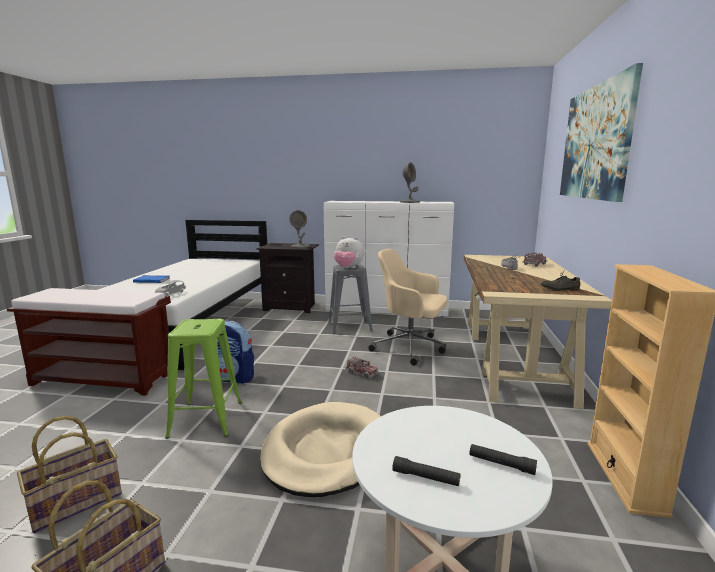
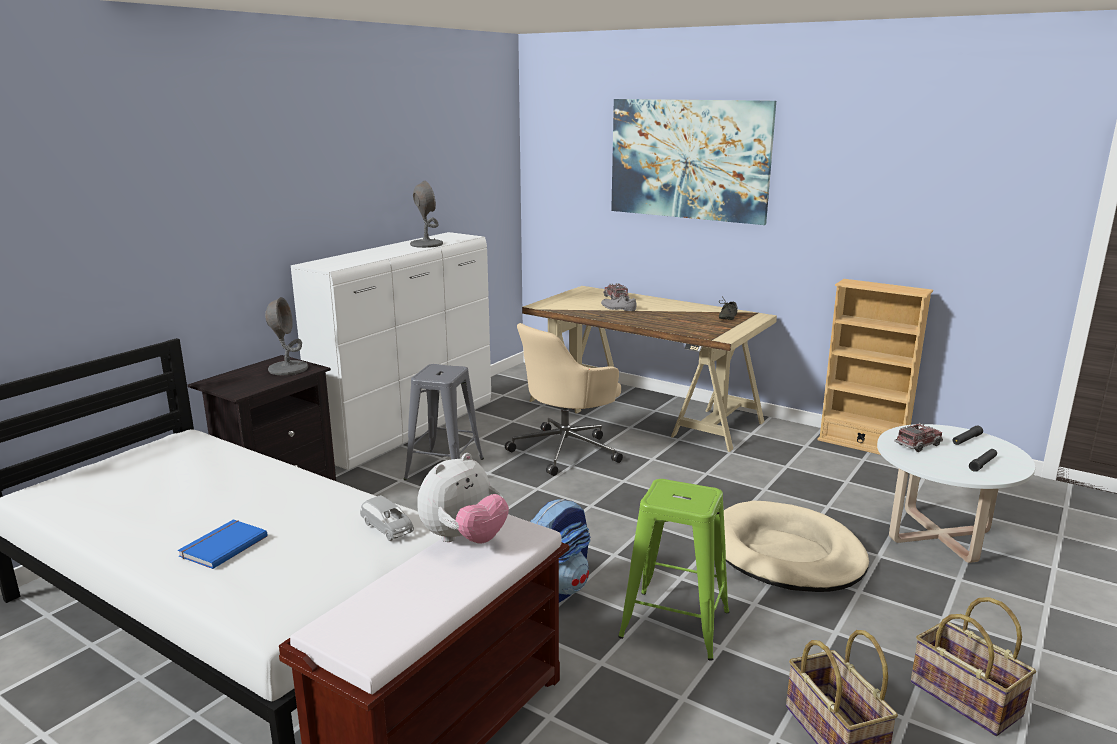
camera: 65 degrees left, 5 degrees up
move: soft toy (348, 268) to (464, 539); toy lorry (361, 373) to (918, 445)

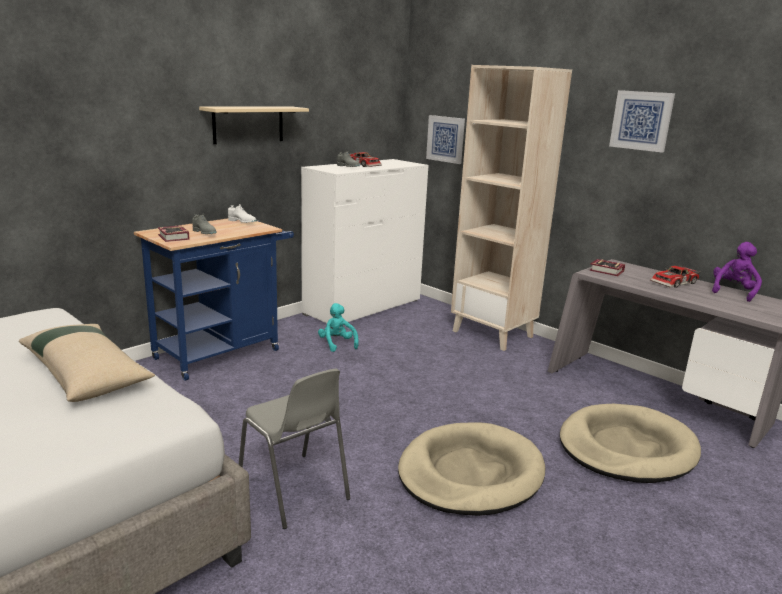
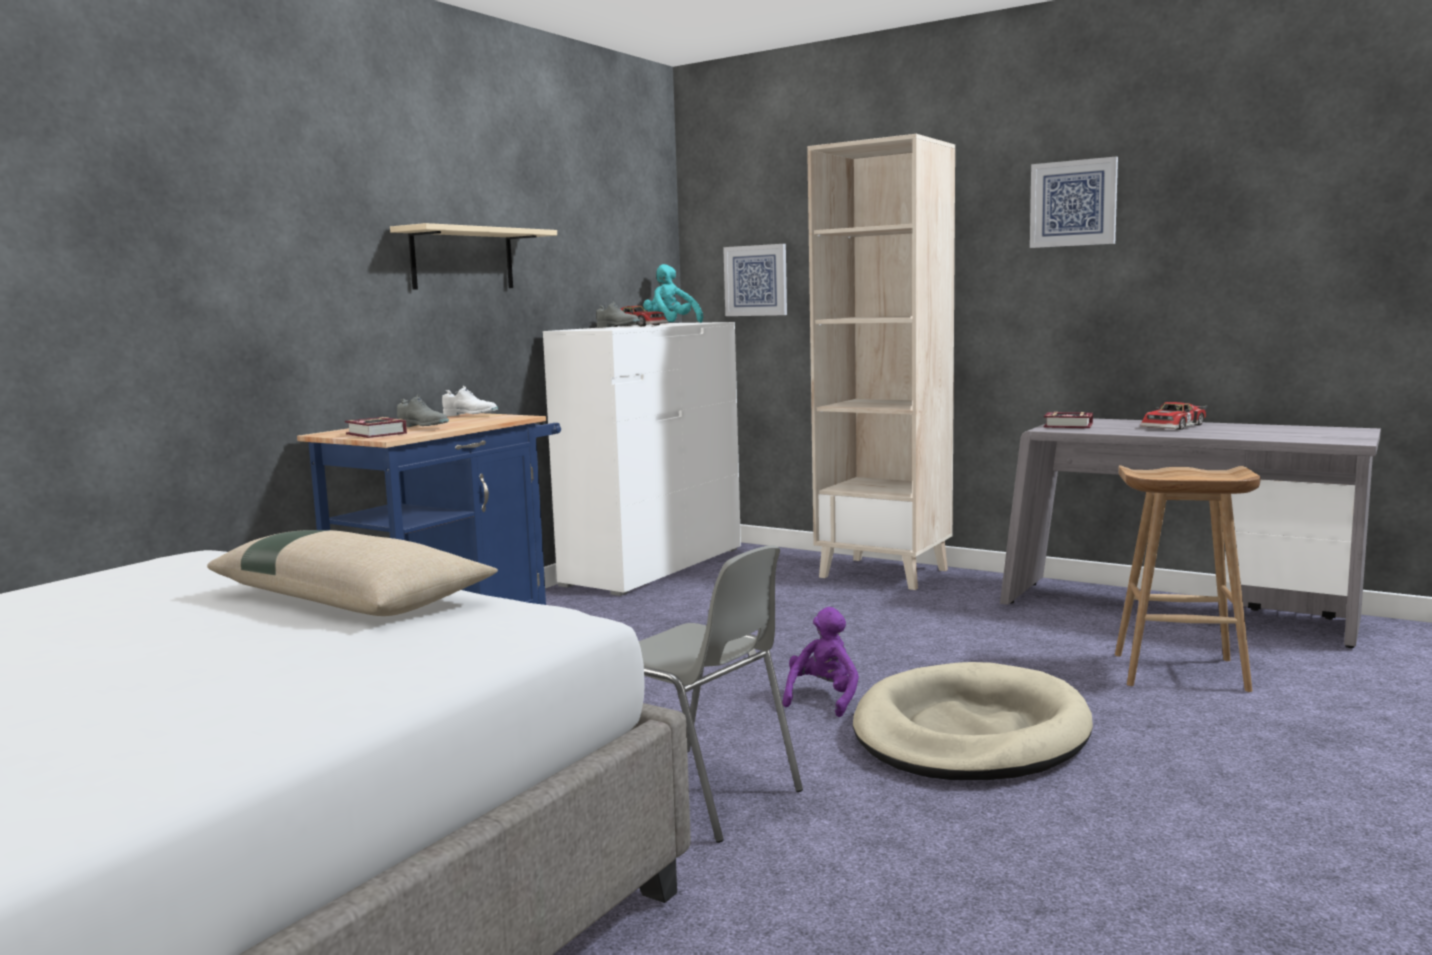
camera: 10 degrees left, 10 degrees down
move: turquoise soft toy (337, 344) to (671, 323); purple soft toy (733, 292) to (823, 699)
replace: beige dog bed (626, 448) to brownish stool (1178, 672)

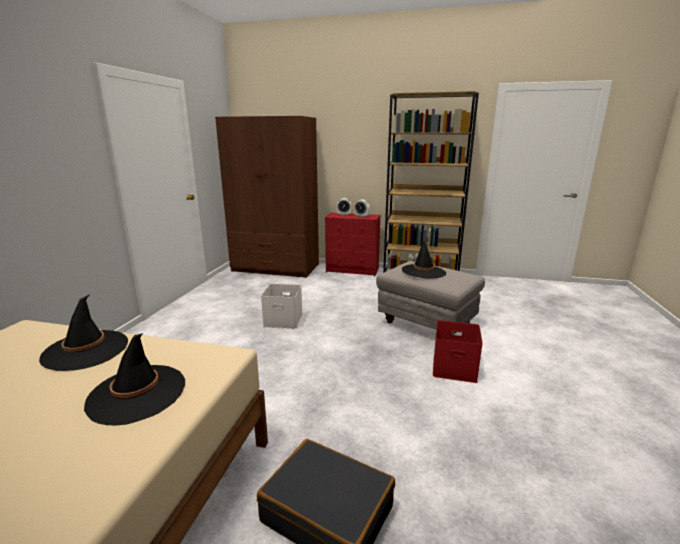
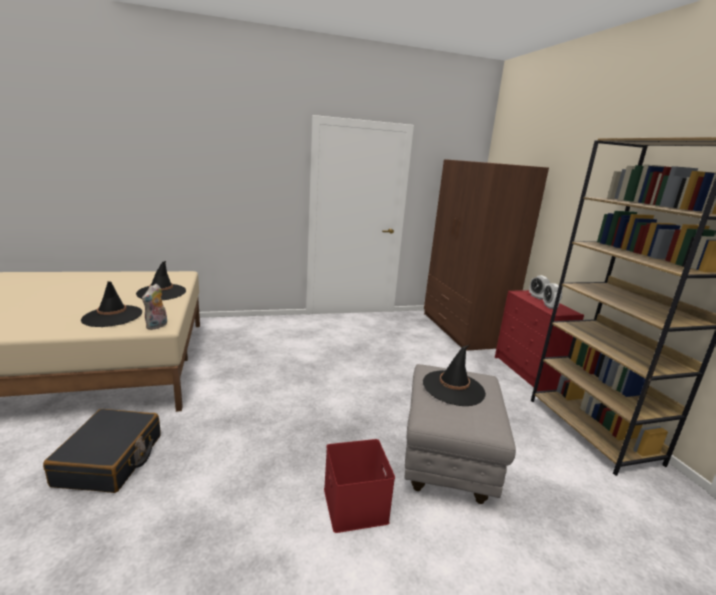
camera: 60 degrees right, 0 degrees up
delete: white storage bin (284, 320)
insert: soft toy (157, 326)

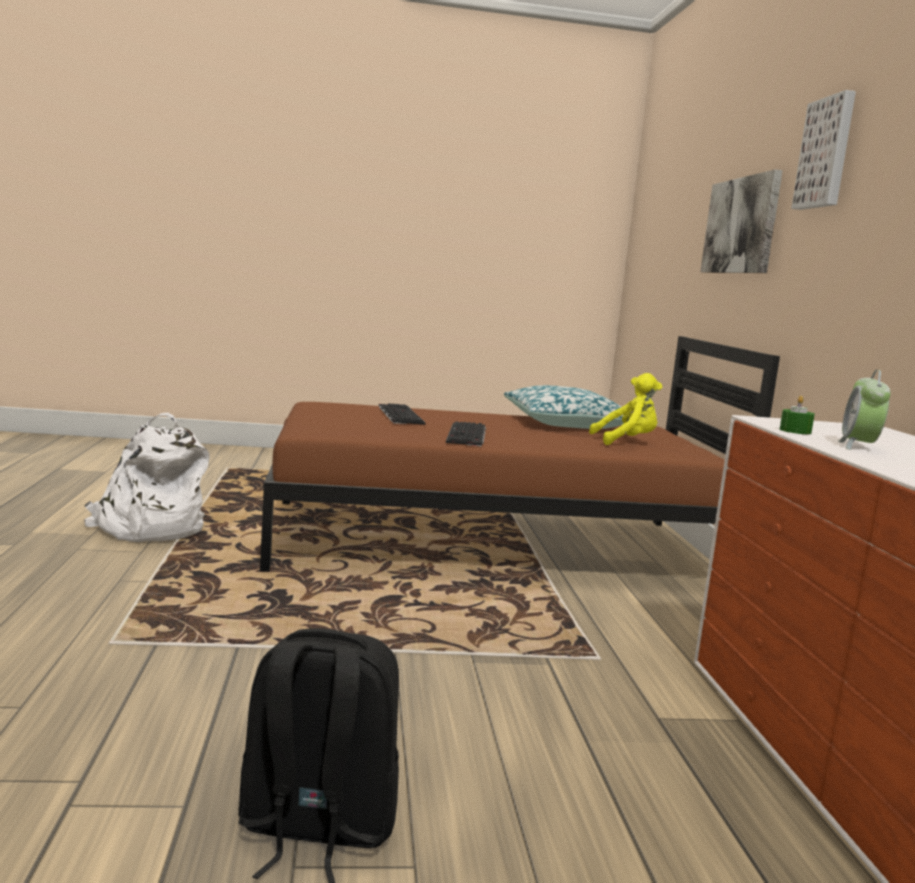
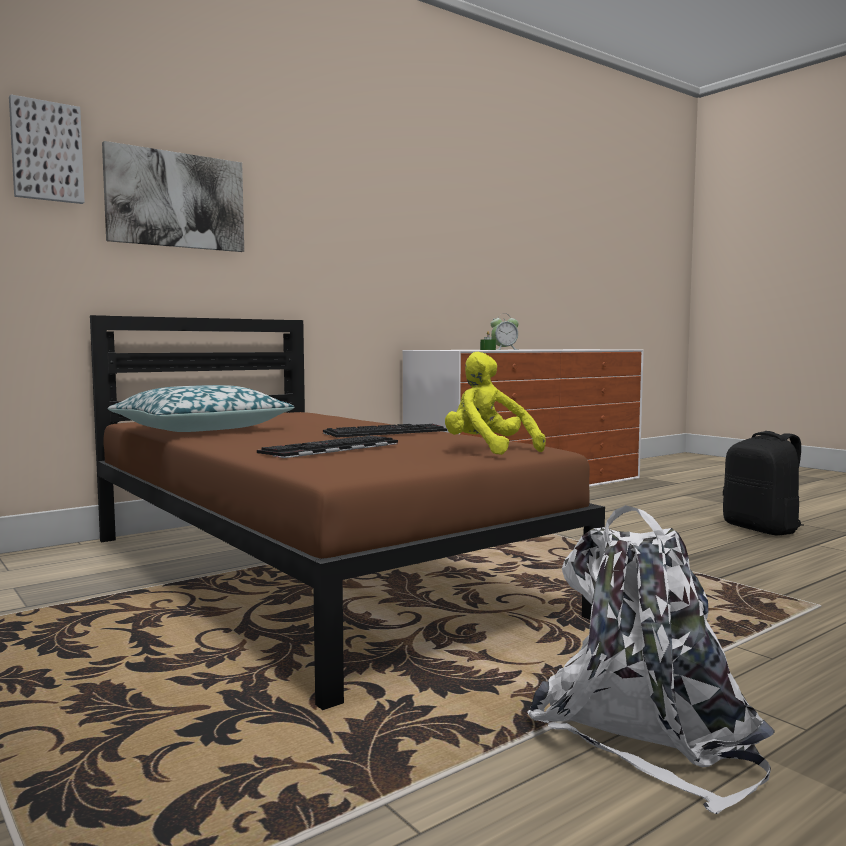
camera: 120 degrees left, 5 degrees down
move: yellow soft toy (626, 442) to (488, 450); wall picture (827, 153) to (46, 152)

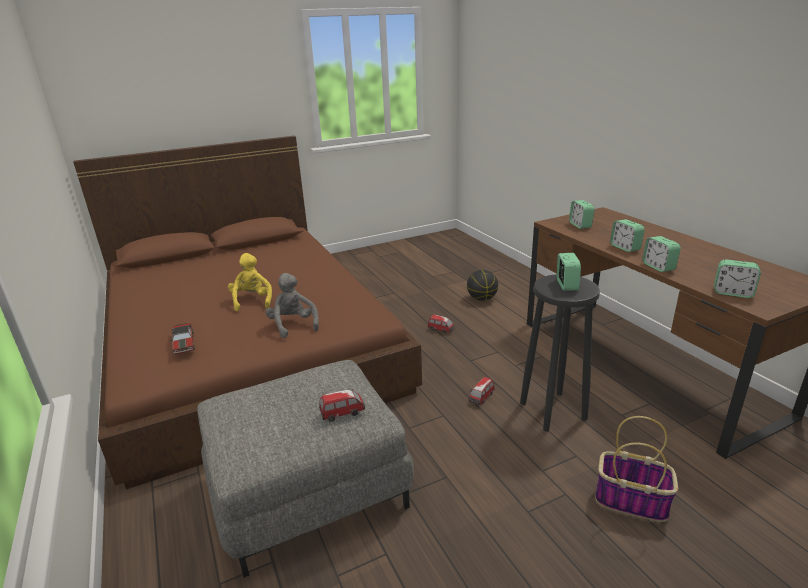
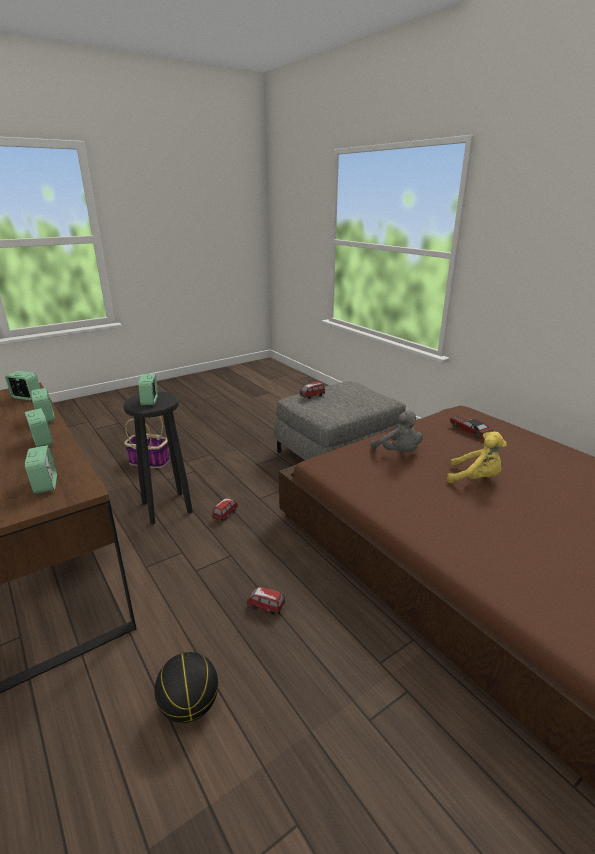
camera: 170 degrees right, 0 degrees up
rotate: yellow soft toy (252, 301) = (475, 479) 45 degrees counterclockwise

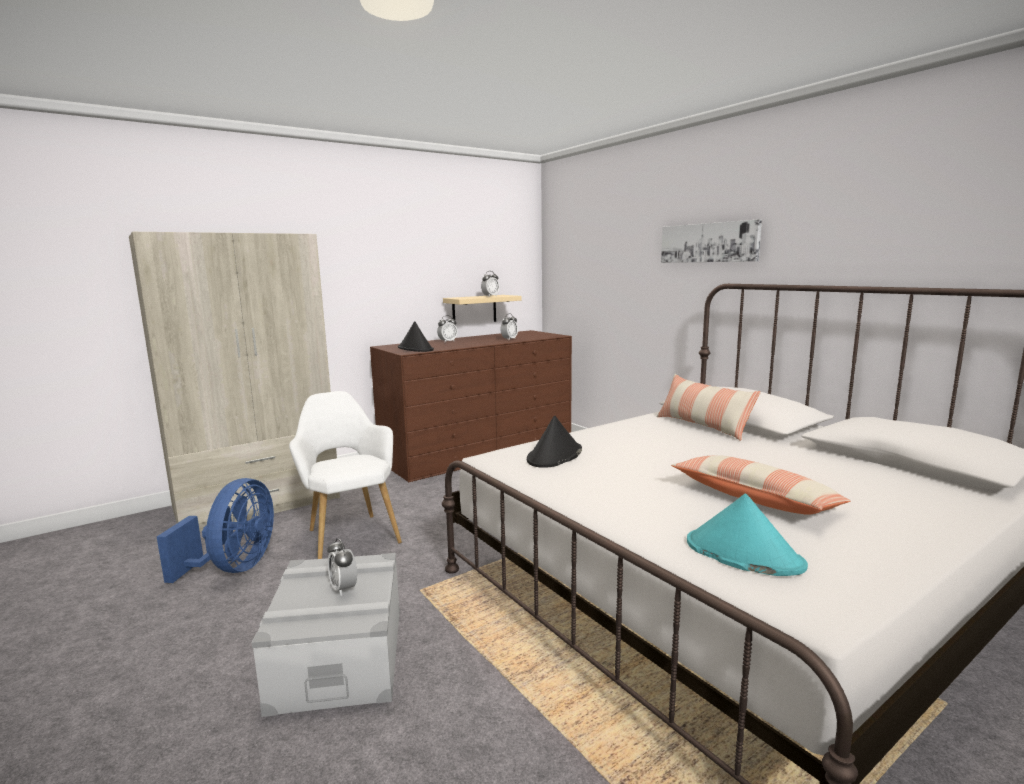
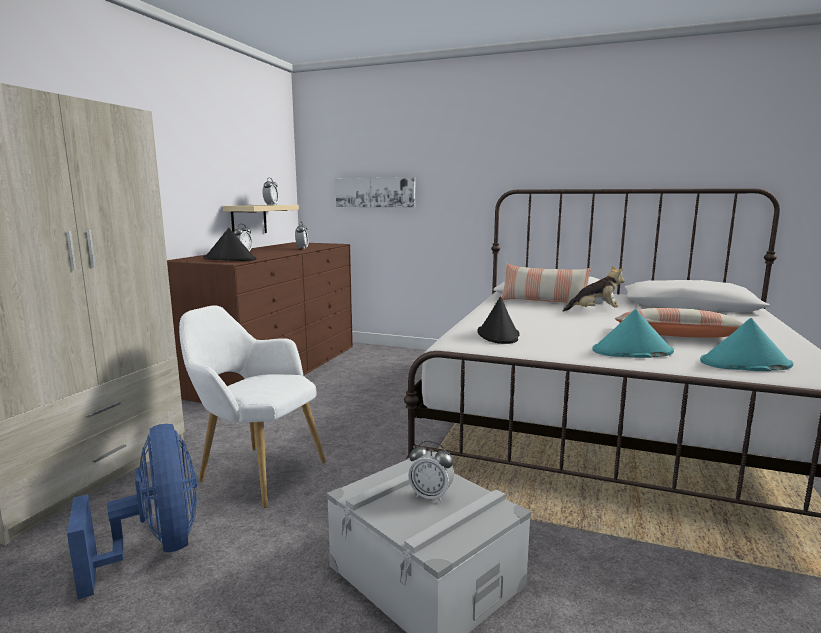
camera: 35 degrees left, 0 degrees up
insert: soft toy (594, 311); turquoise wearable hat (632, 351)
move: wall picture (708, 242) to (375, 192)

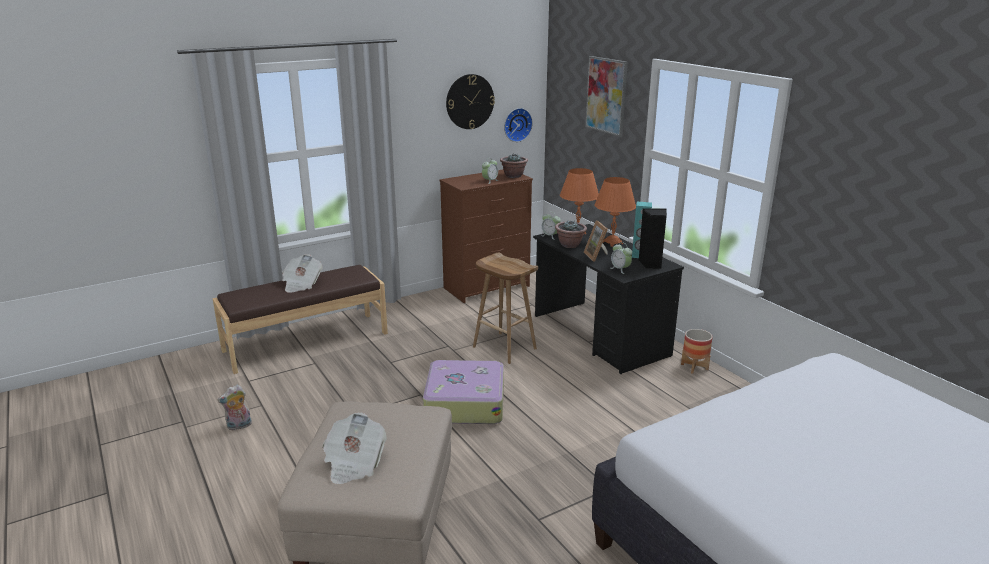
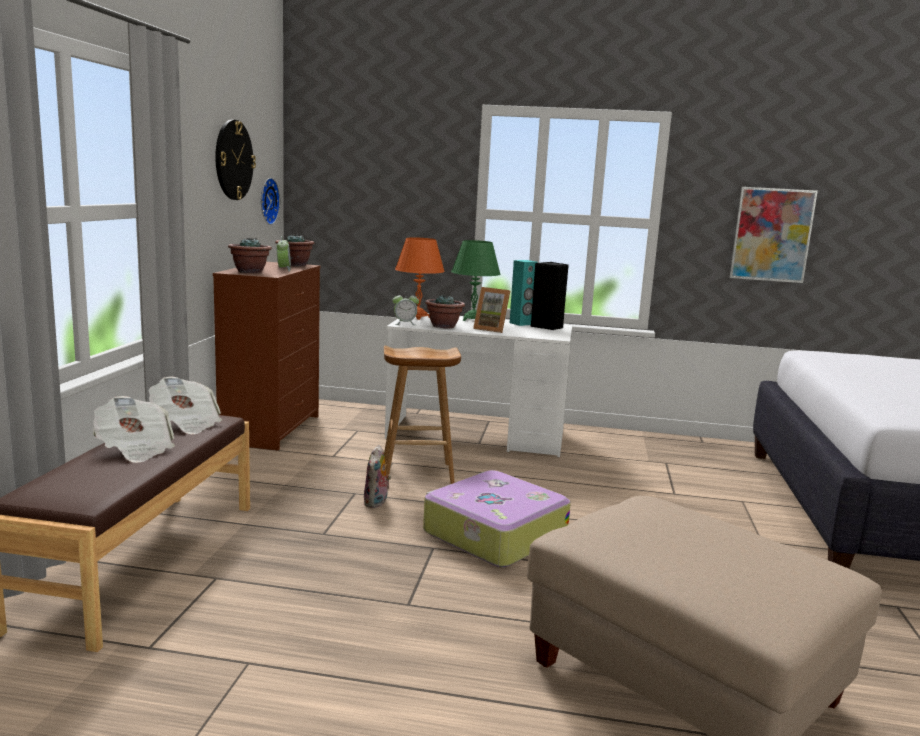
camera: 50 degrees left, 10 degrees down
delete: alarm clock (620, 269); flower pot (694, 367)
insert: houseplant (250, 272)
move: soft toy (239, 426) to (376, 503); daily paper (354, 463) to (186, 423); wall picture (606, 95) to (772, 235)
recolor: black-coloured desk table (599, 335) to white desk table (476, 436); orangey table lamp (612, 243) to green-coloured table lamp (473, 320)

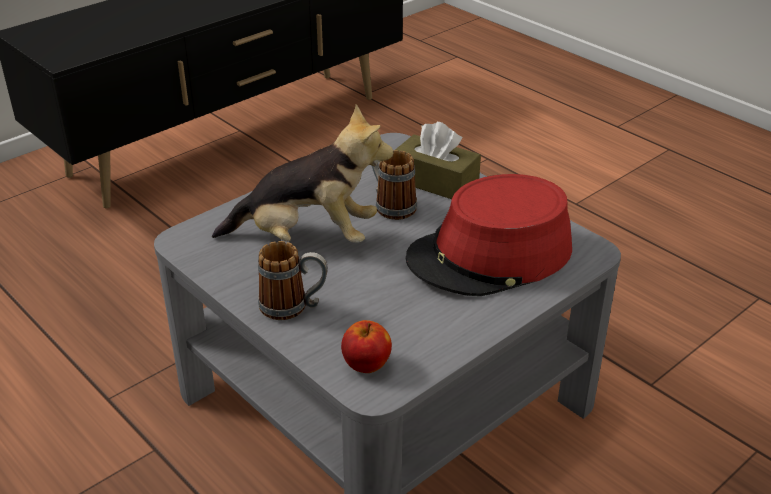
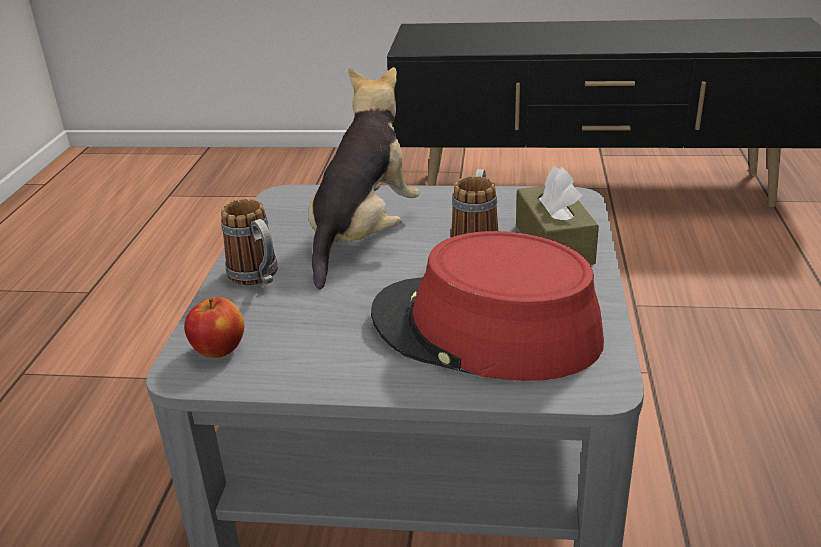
camera: 50 degrees right, 5 degrees down
rotate: soft toy (307, 238) = (363, 235) 120 degrees counterclockwise

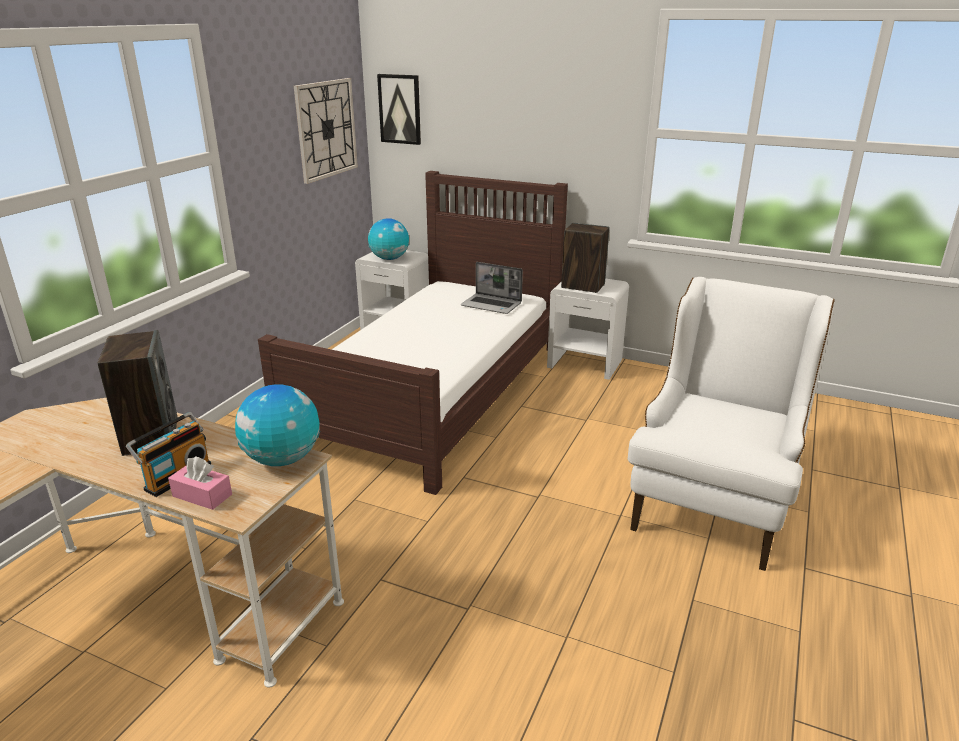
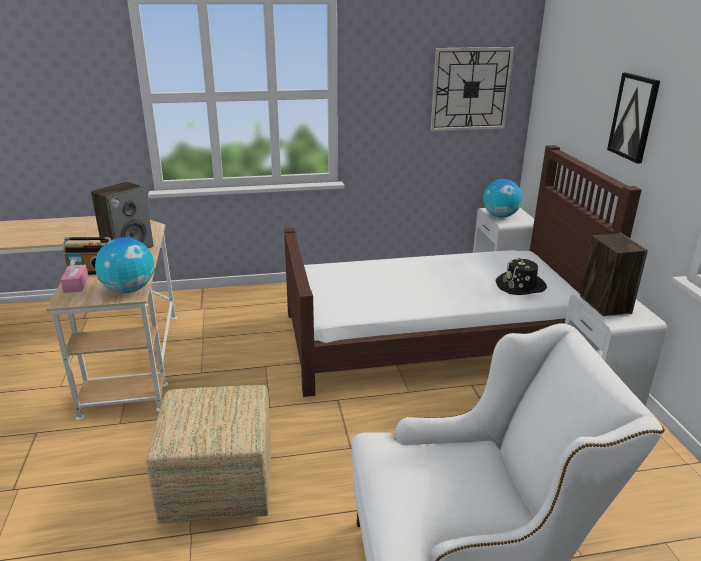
camera: 55 degrees right, 0 degrees up
insert: pouffe (217, 486)
move: wall picture (400, 109) to (634, 117)
replace: portable computer (492, 305) to black-coloured wearable hat (520, 286)

